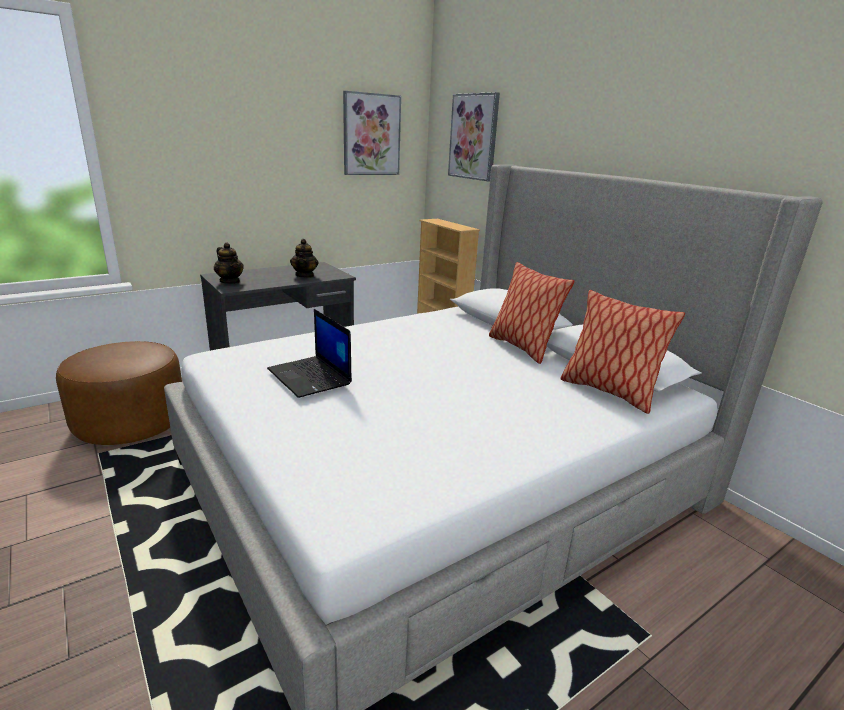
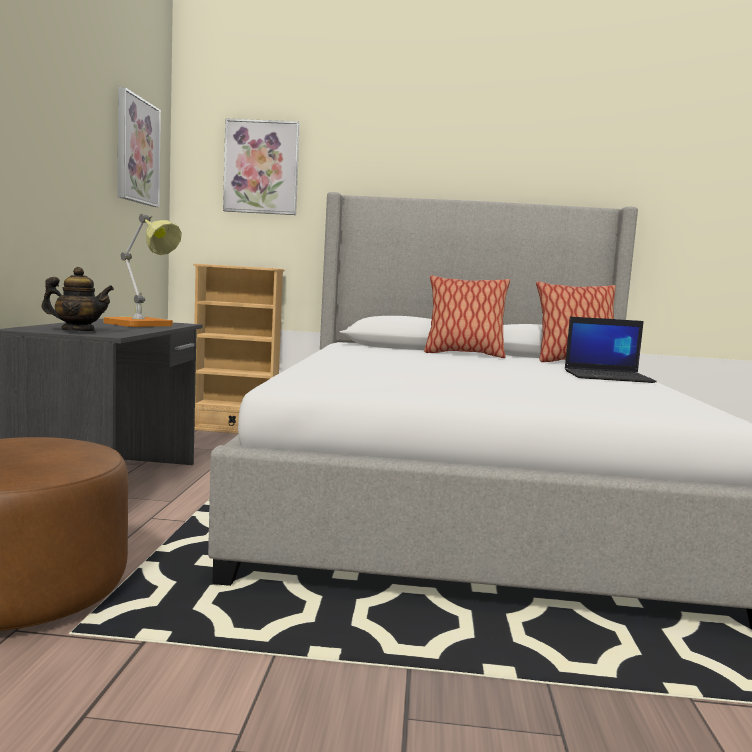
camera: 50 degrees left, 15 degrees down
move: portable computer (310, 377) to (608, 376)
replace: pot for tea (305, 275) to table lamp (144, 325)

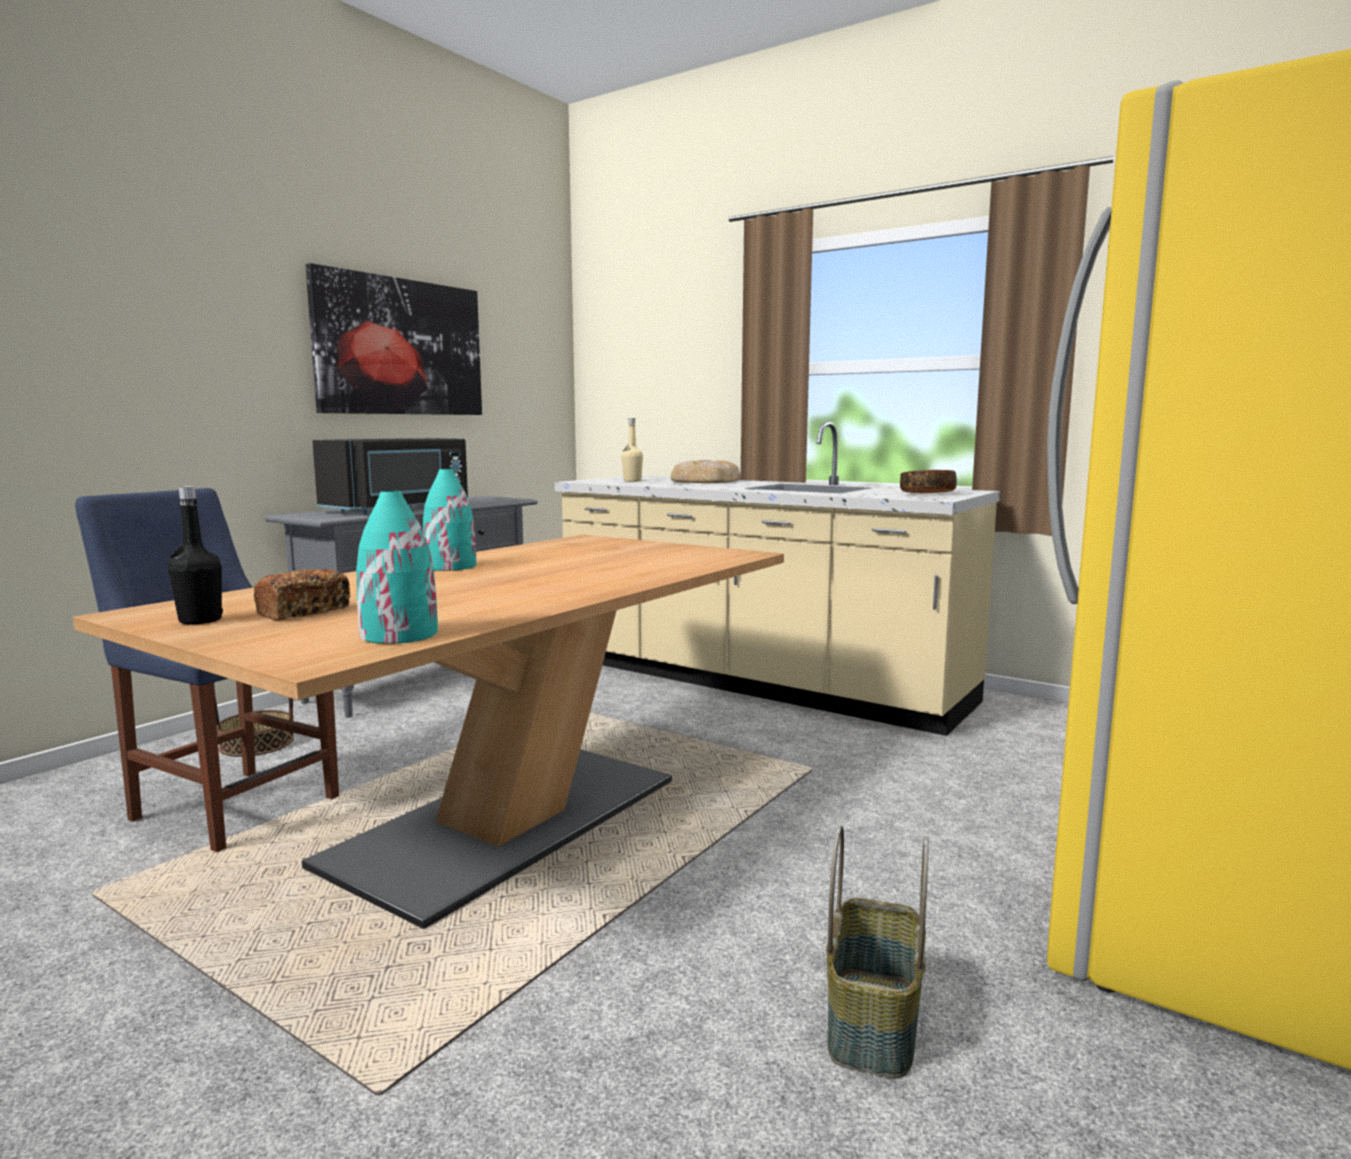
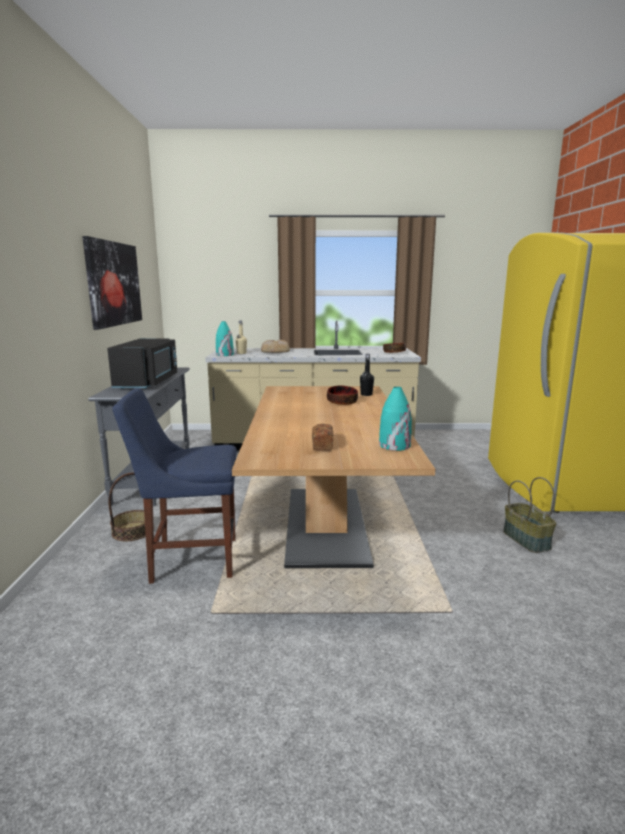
camera: 35 degrees left, 5 degrees up
insert: bowl (341, 402)
move: black-coloured beverage bottle (200, 620) to (366, 394); turquoise decorative vase (450, 566) to (224, 355)

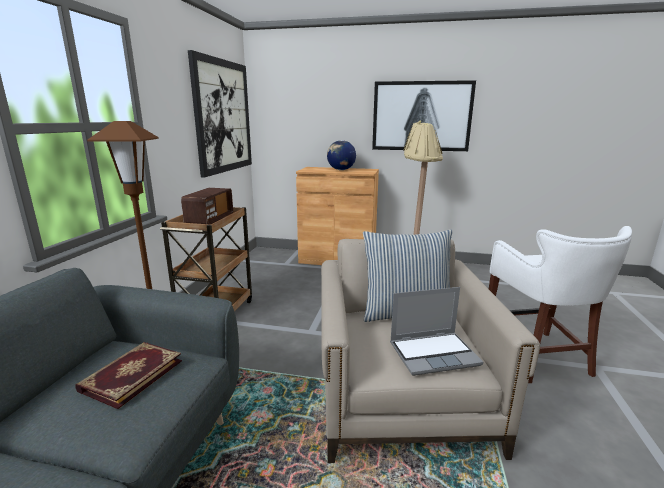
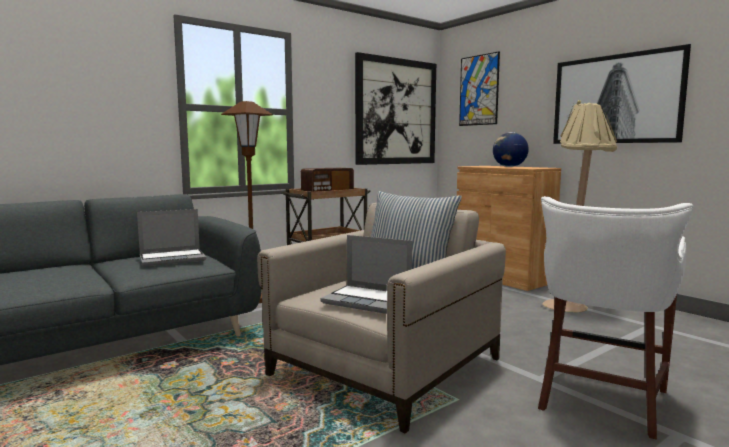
camera: 40 degrees right, 10 degrees down
insert: wall picture (479, 90)
replace: book (131, 375) to portable computer (173, 259)

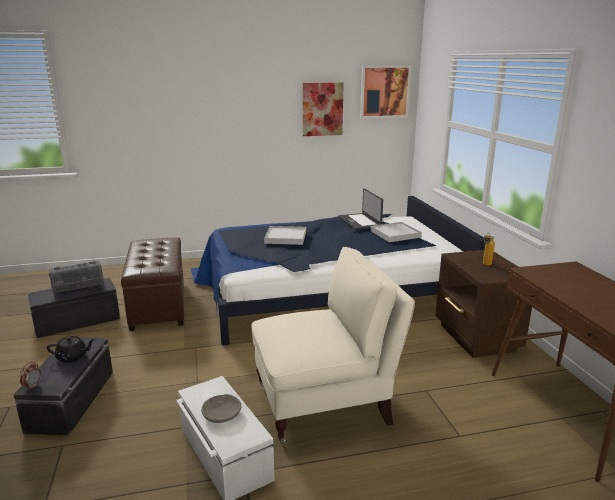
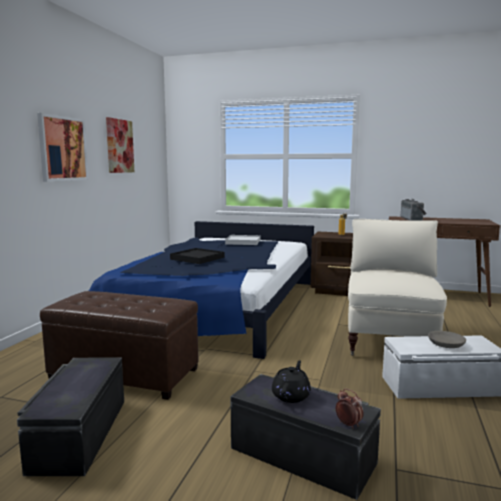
camera: 60 degrees left, 10 degrees down
delete: portable computer (360, 222)
move: radio receiver (78, 288) to (413, 219); wall picture (384, 91) to (62, 148)
recolor: white carrying tray (286, 237) to black-coloured carrying tray (197, 258)

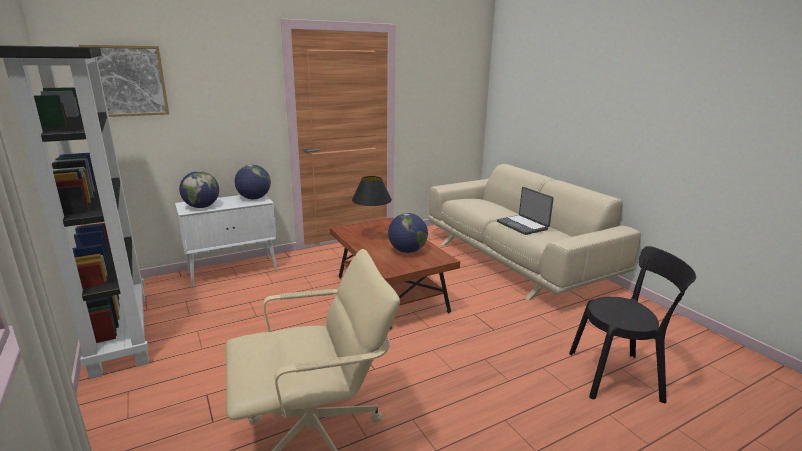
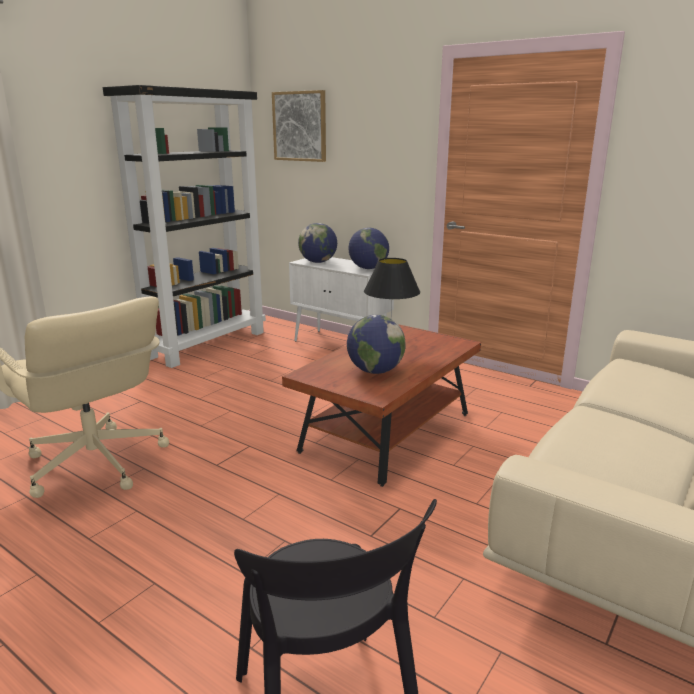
camera: 65 degrees right, 0 degrees up
delete: portable computer (523, 225)

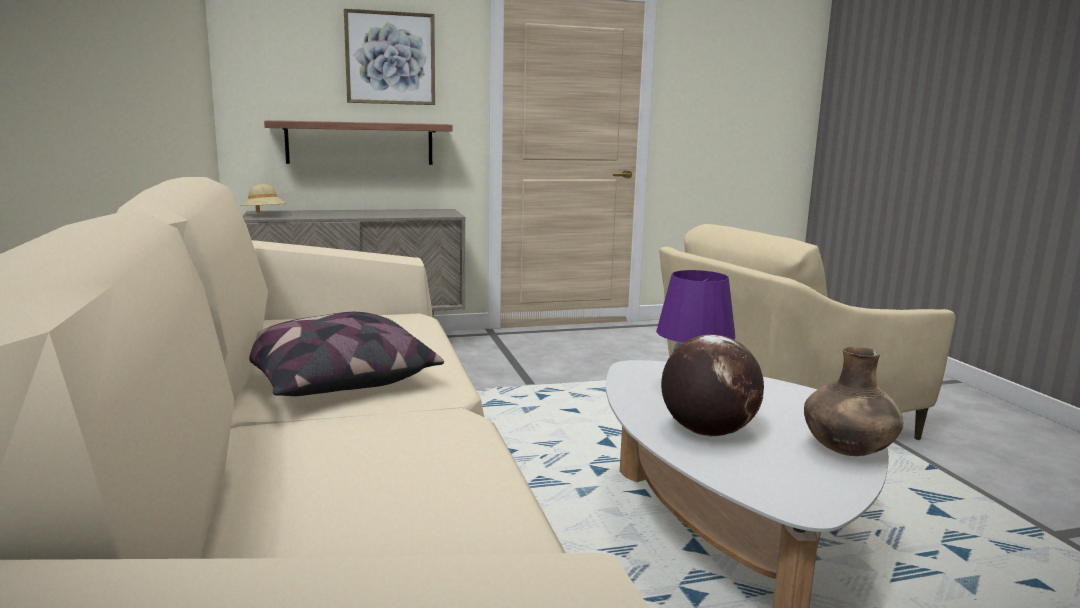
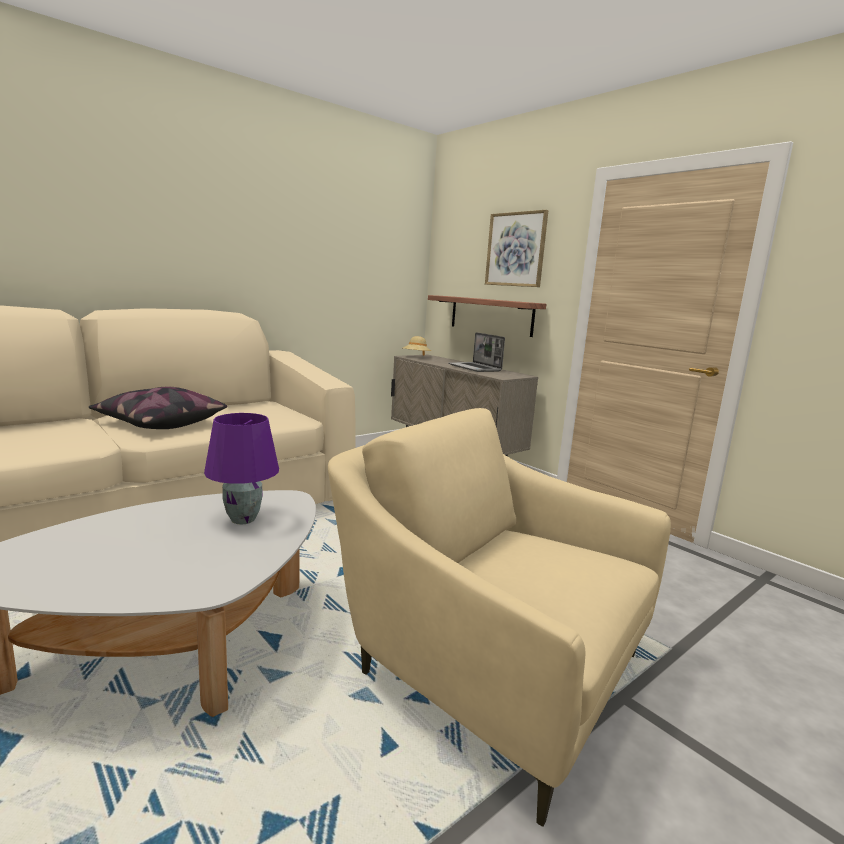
camera: 65 degrees right, 0 degrees up
delete: world globe (707, 432); brownish decorative vase (847, 451)
insert: portable computer (475, 368)

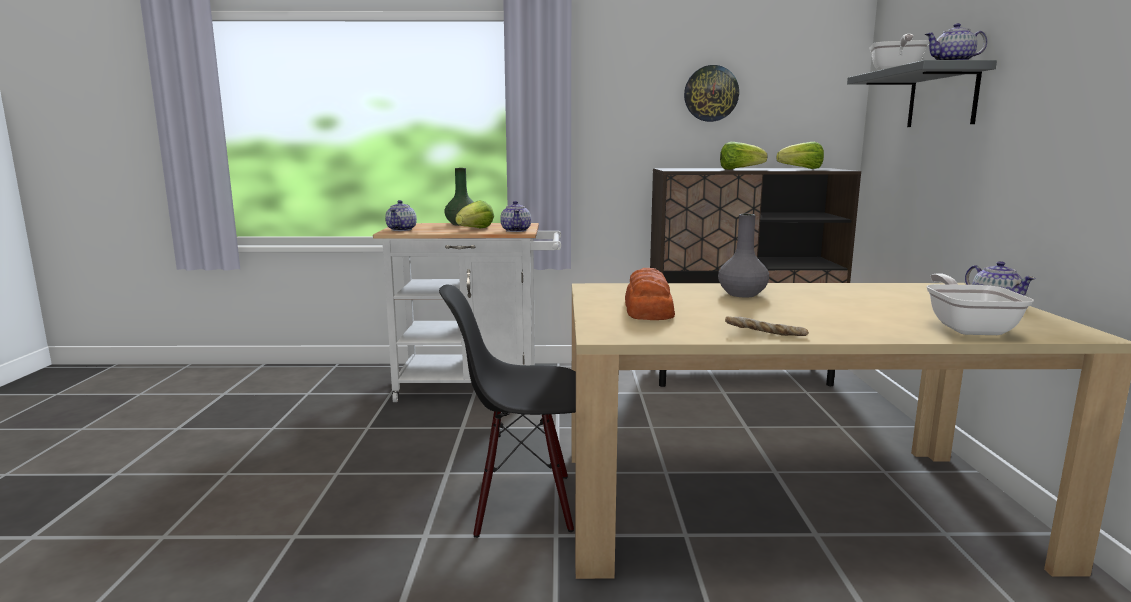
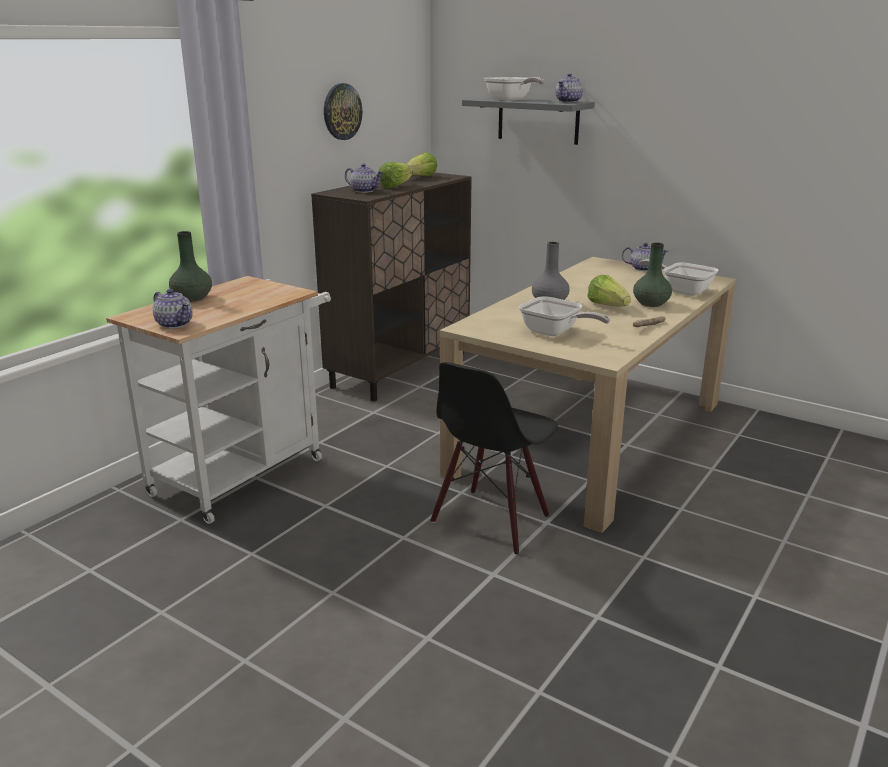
camera: 55 degrees left, 10 degrees up
insert: green-coloured decorative vase (650, 304)
move: lettuce (475, 229) to (607, 306); pot for tea (516, 230) to (364, 191)
replace: baked bread (648, 309) to frying pan (555, 333)

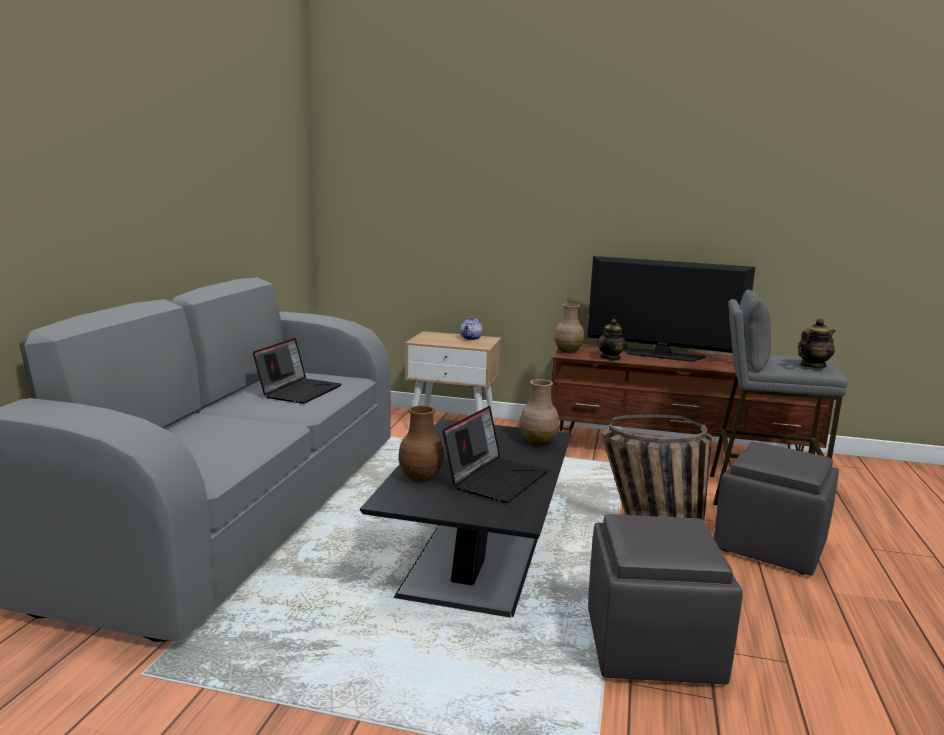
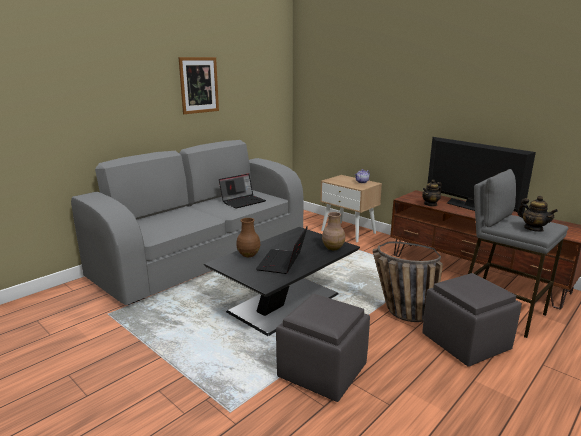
camera: 30 degrees right, 5 degrees up
delete: brownish decorative vase (568, 350)
insert: wall picture (199, 85)
rotate: portable computer (496, 478) = (282, 263) 135 degrees clockwise; pot for tea (812, 366) = (533, 229) 60 degrees clockwise

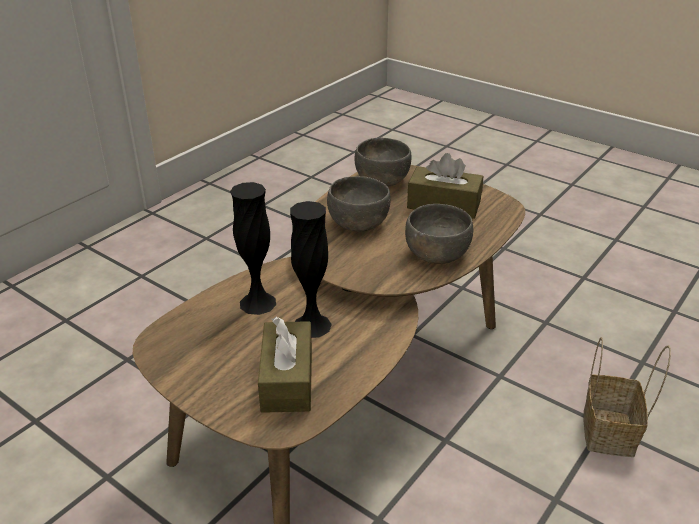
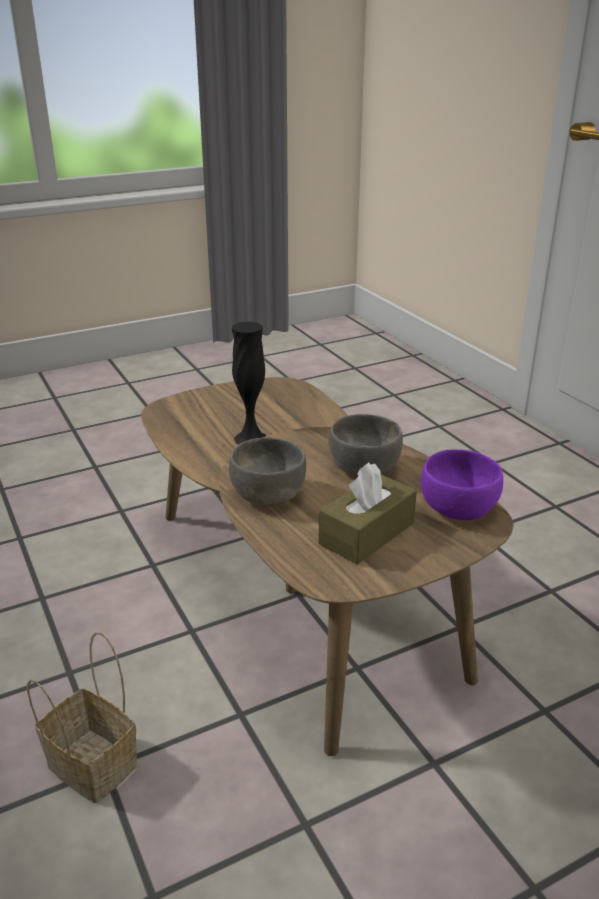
camera: 115 degrees right, 5 degrees down
delete: black-coloured decorative vase (258, 303); brownish tissue box (287, 380)
recolor: greyish bowl (382, 180) to purple bowl (459, 509)

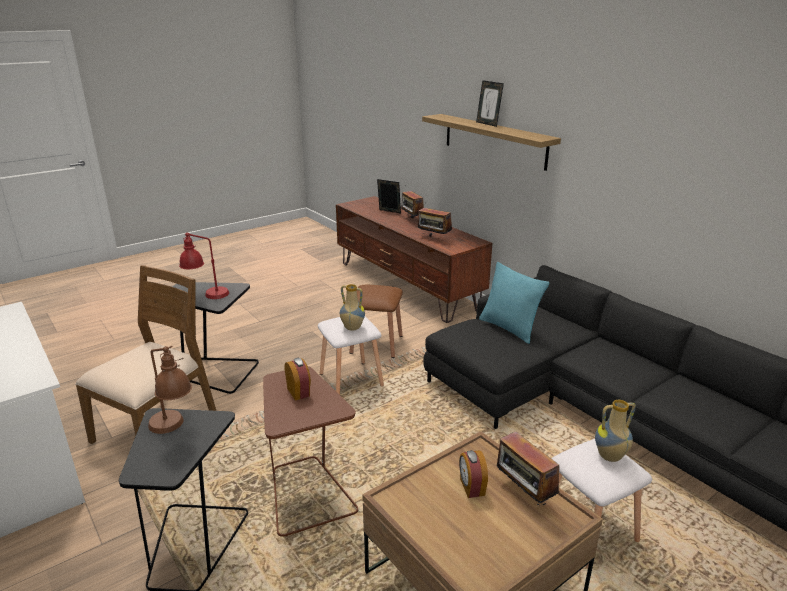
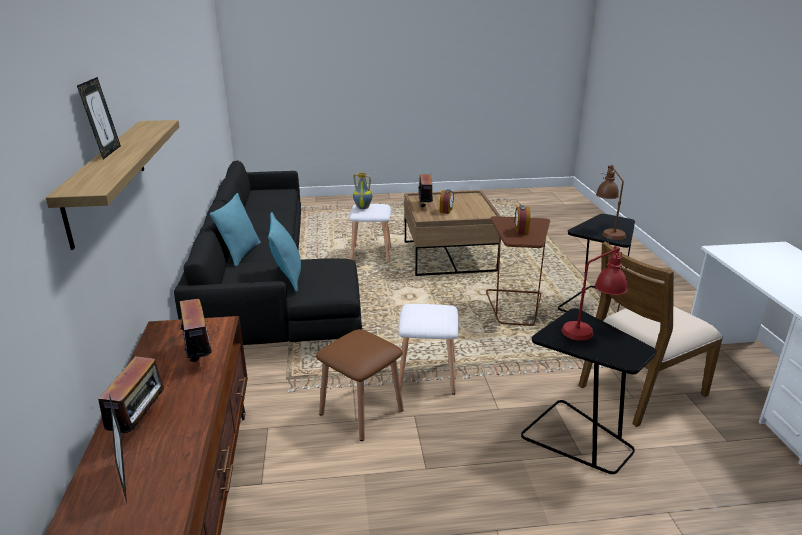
camera: 150 degrees left, 0 degrees up
delete: decorative vase (352, 328)
insert: turquoise pillow (241, 254)

